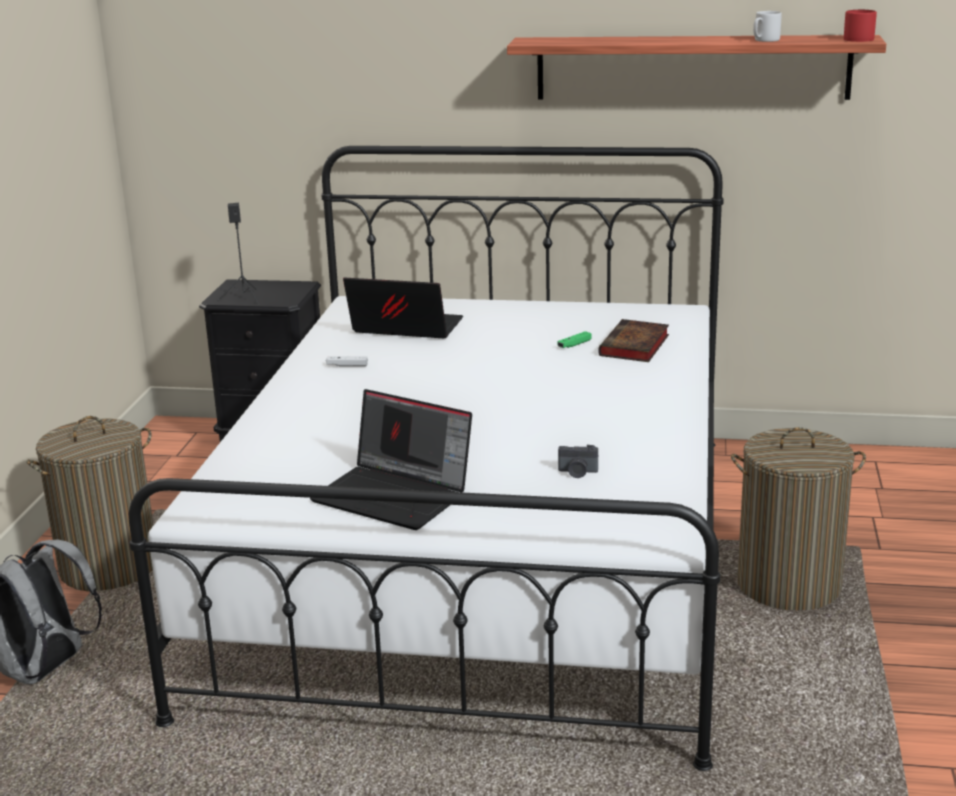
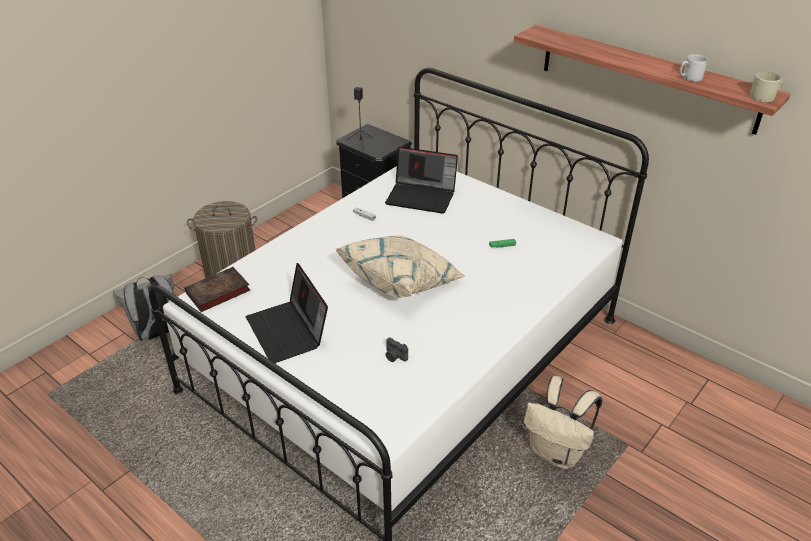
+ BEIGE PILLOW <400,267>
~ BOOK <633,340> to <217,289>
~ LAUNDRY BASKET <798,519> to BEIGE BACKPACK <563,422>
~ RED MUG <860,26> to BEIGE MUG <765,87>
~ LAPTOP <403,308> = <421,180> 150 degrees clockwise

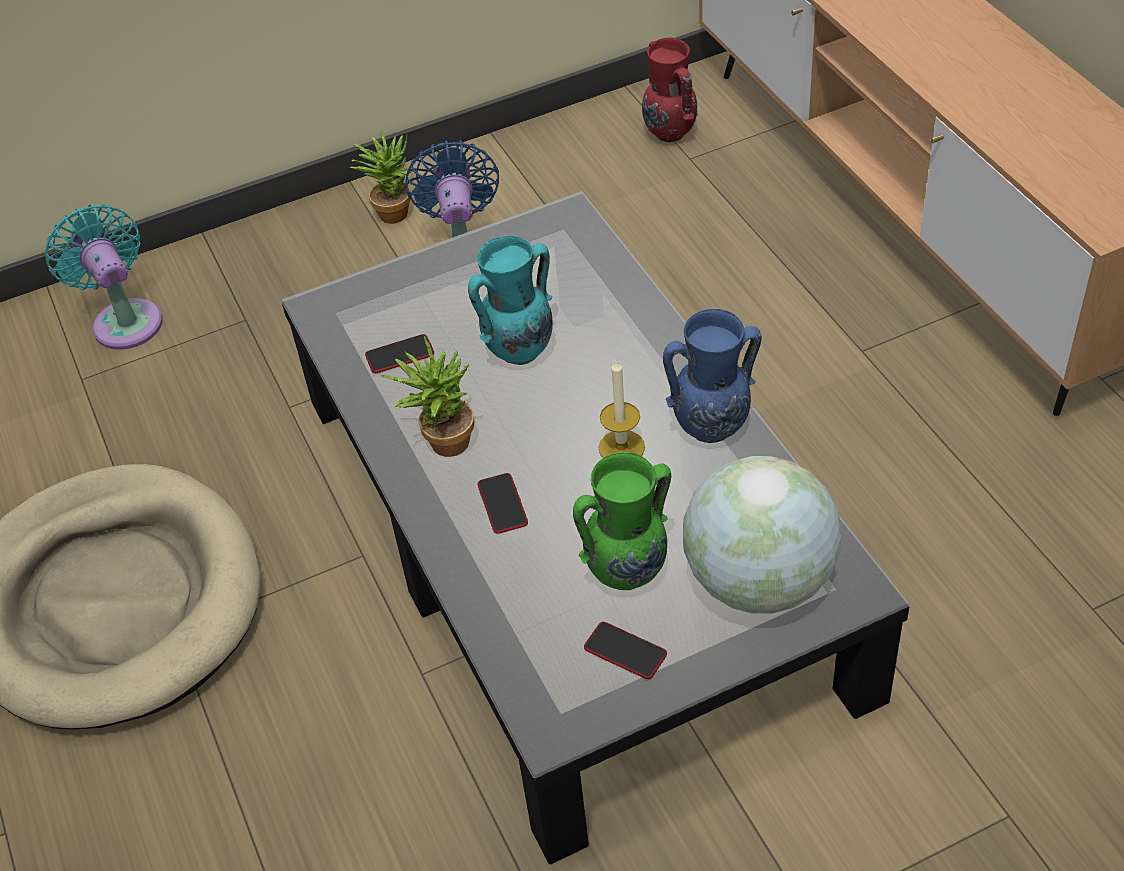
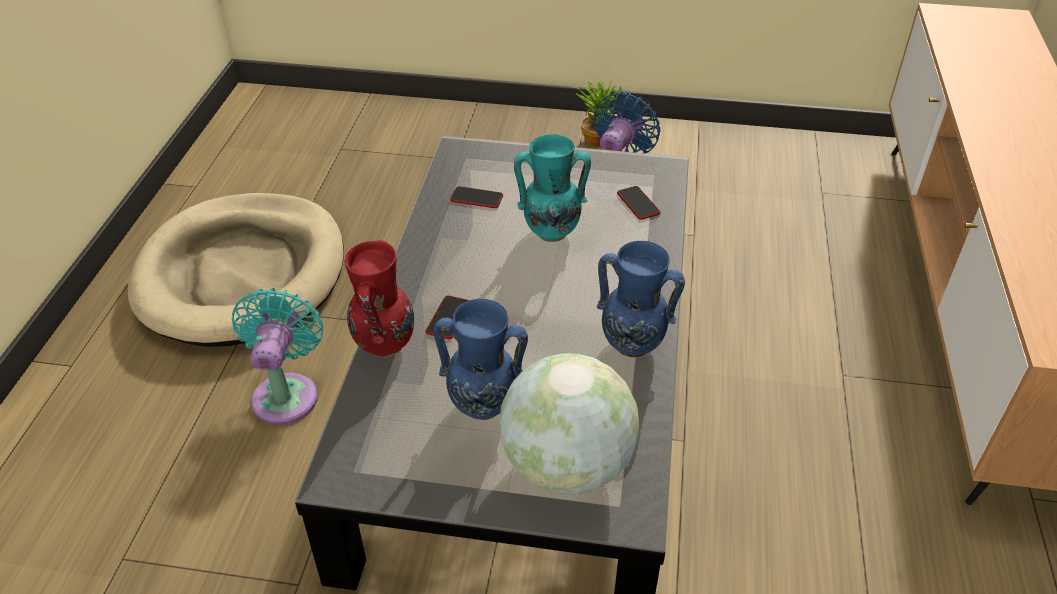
- POTTED PLANT <427,396>
- CANDLE <621,408>
~ TURQUOISE FAN <104,277> to <277,356>
~ PHONE <625,650> to <639,203>
~ RED VASE <670,90> to <379,298>
~ GREEN VASE <622,521> to BLUE VASE <481,359>

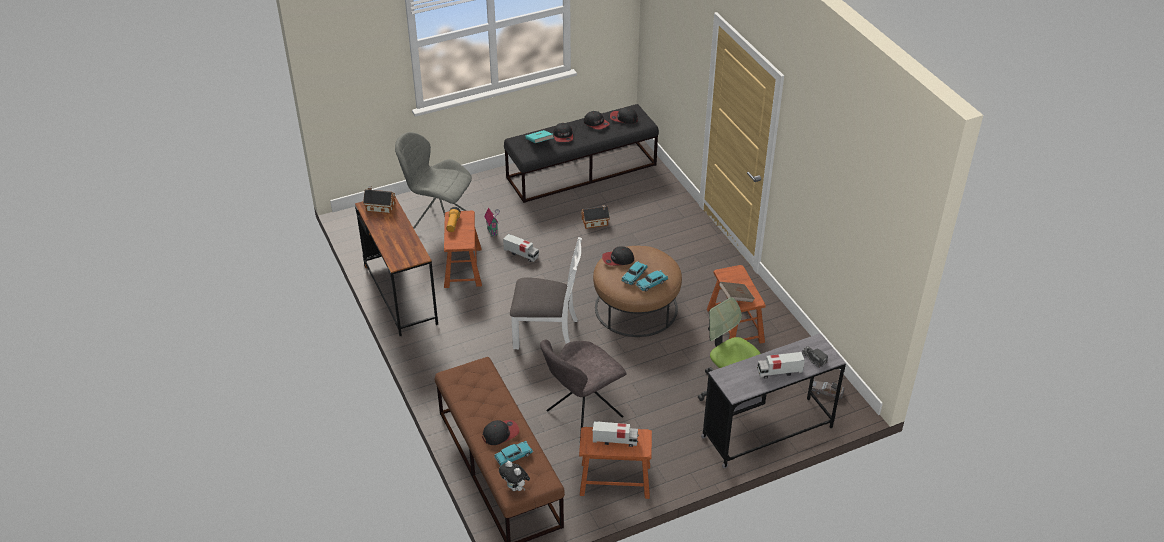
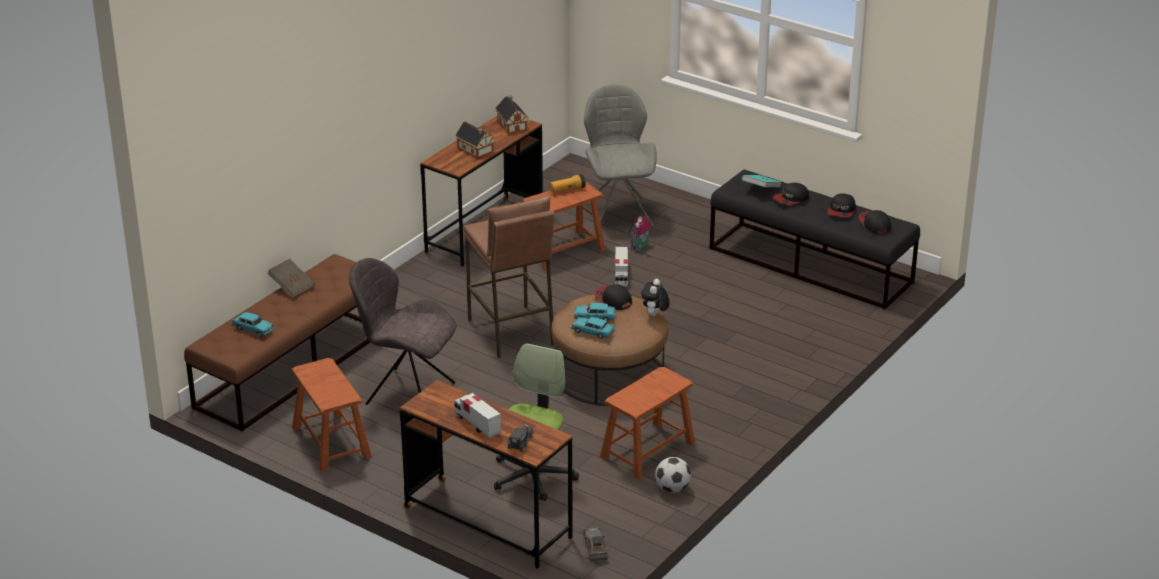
- CAP <500,432>
- TOY TRUCK <615,434>
+ FOOTBALL <673,475>
~ PLUSH TOY <514,476> to <655,297>
~ TOY HOUSE <595,217> to <475,140>
~ BROWN BOOK <737,292> to <291,278>
~ WHITE CHAIR <546,293> to BROWN STOOL <509,277>
~ GREY DESK <773,400> to BROWN DESK <486,474>

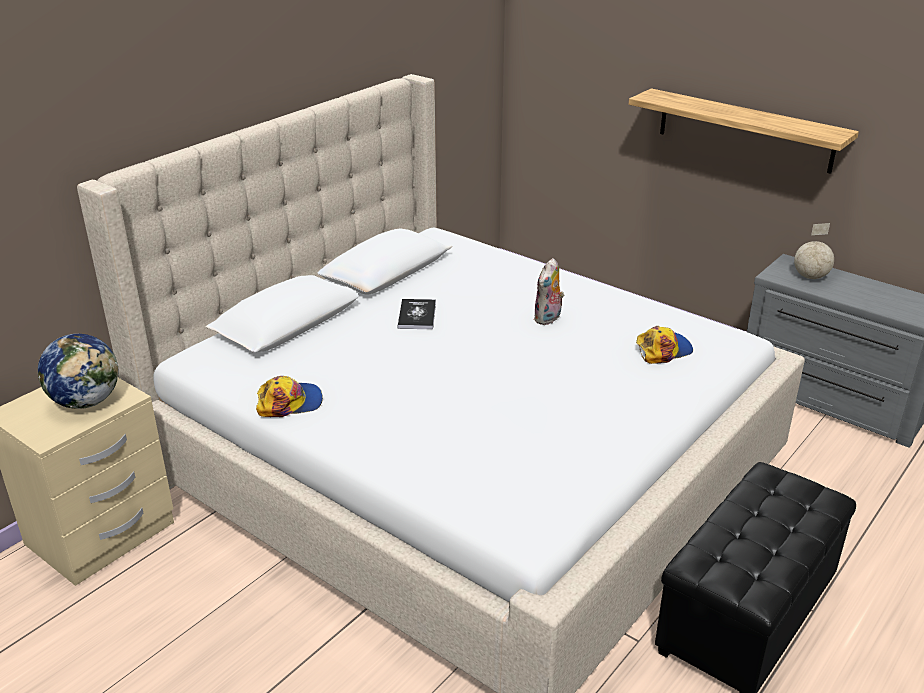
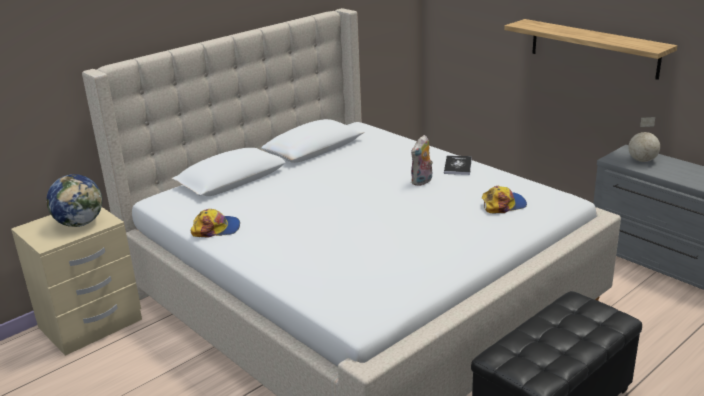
~ BOOK <416,314> to <458,165>

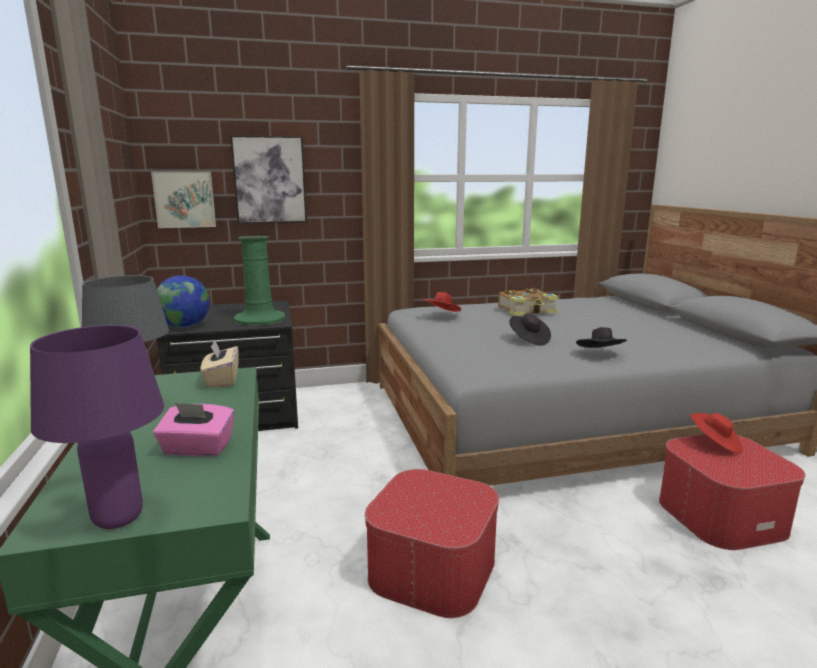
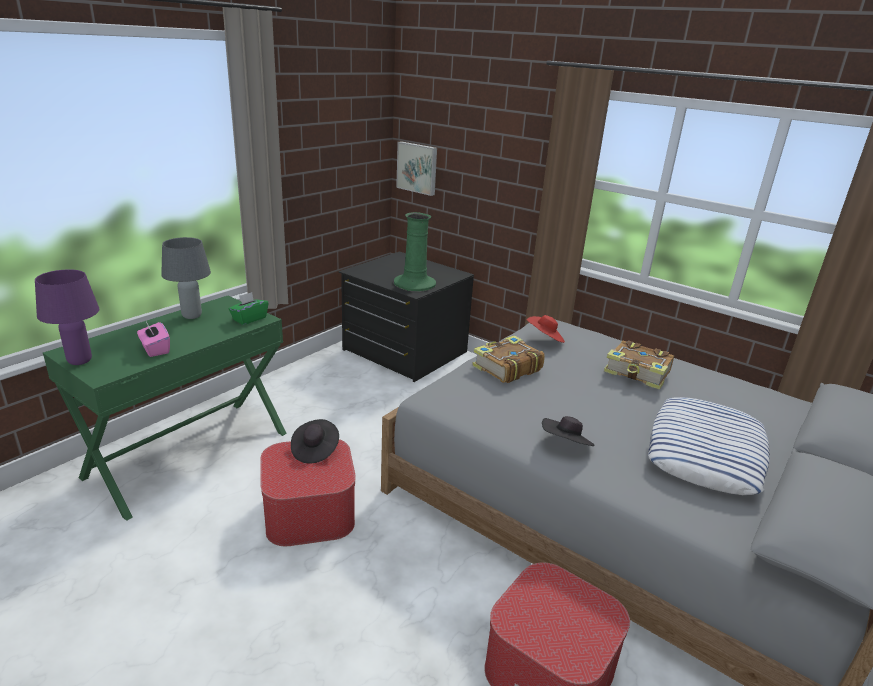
- GLOBE <183,301>
- PICTURE <268,179>
- RED HAT <716,433>
+ BOOK <508,359>
+ PILLOW <709,446>
~ BLACK HAT <530,329> to <315,441>
~ BEIGE TISSUE BOX <220,364> to GREEN TISSUE BOX <248,308>

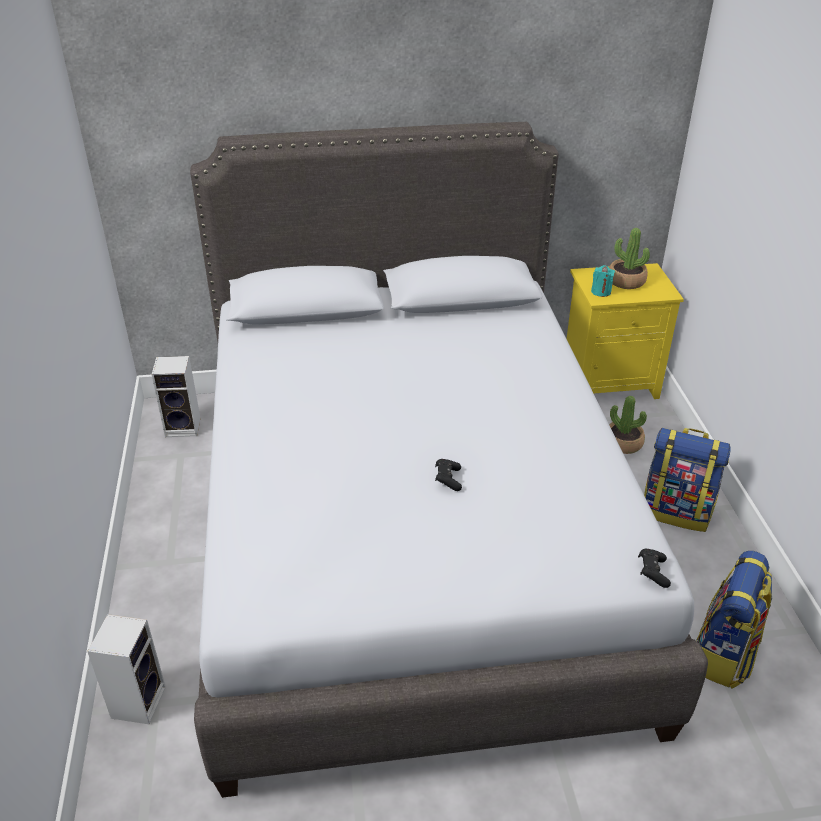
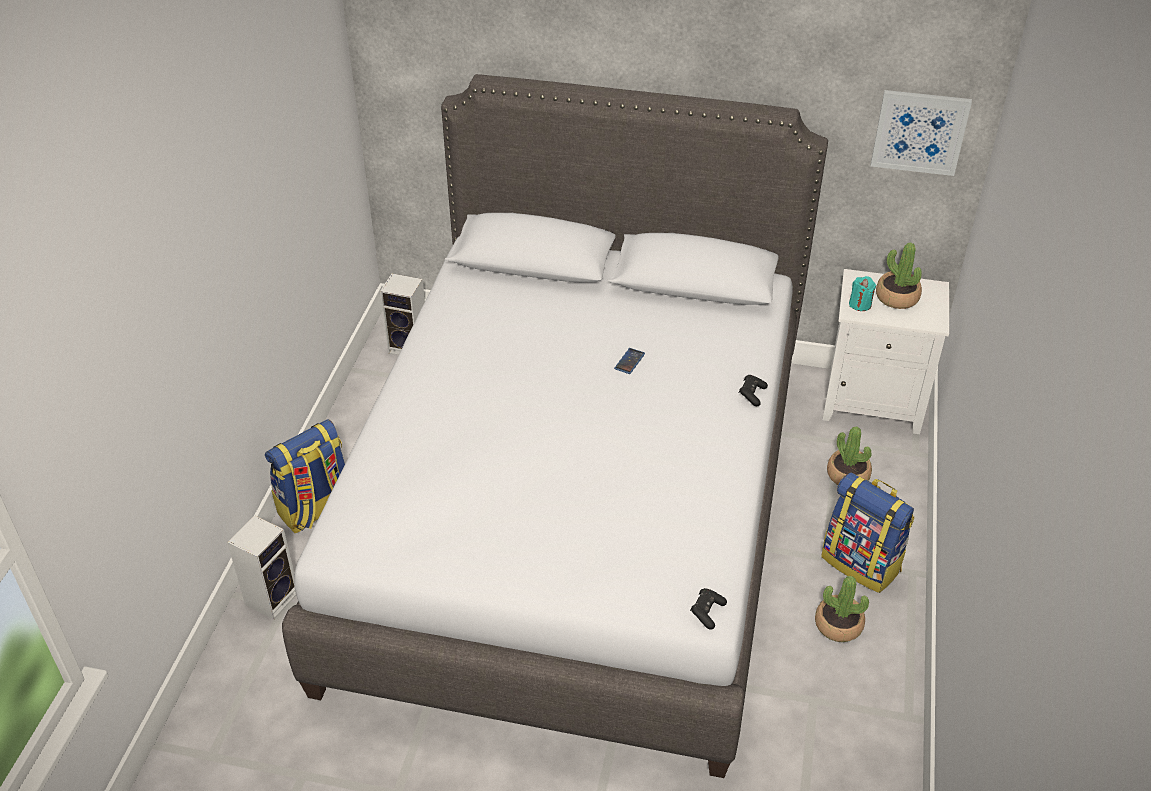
+ PHONE <629,361>
+ POTTED PLANT <842,609>
+ PICTURE <921,133>
~ BLACK GAME CONTROLLER <448,475> to <753,390>
~ BACKPACK <734,620> to <305,476>
~ YELLOW NIGHTSTAND <625,331> to WHITE NIGHTSTAND <885,351>

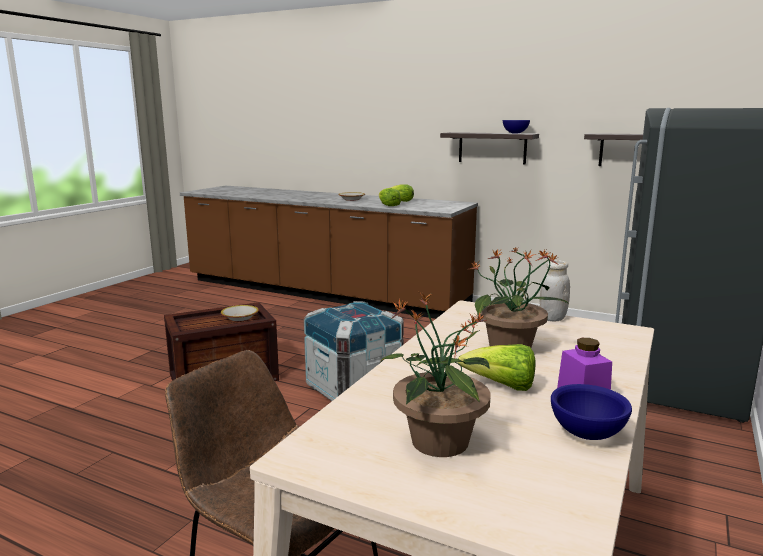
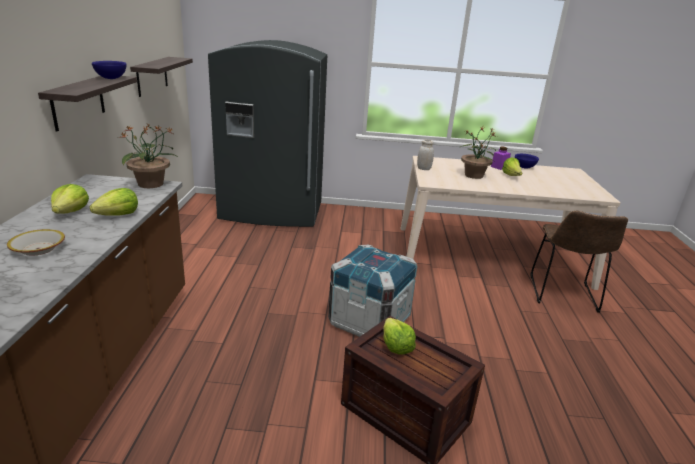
~ POTTED PLANT <435,374> to <149,156>
~ BOWL <240,313> to LETTUCE <399,336>

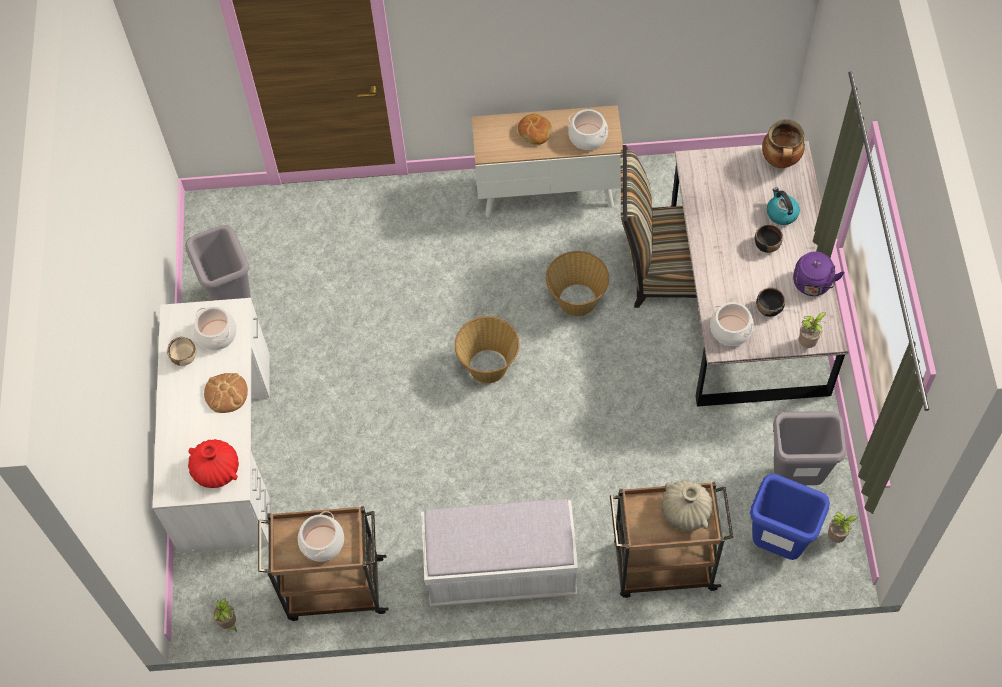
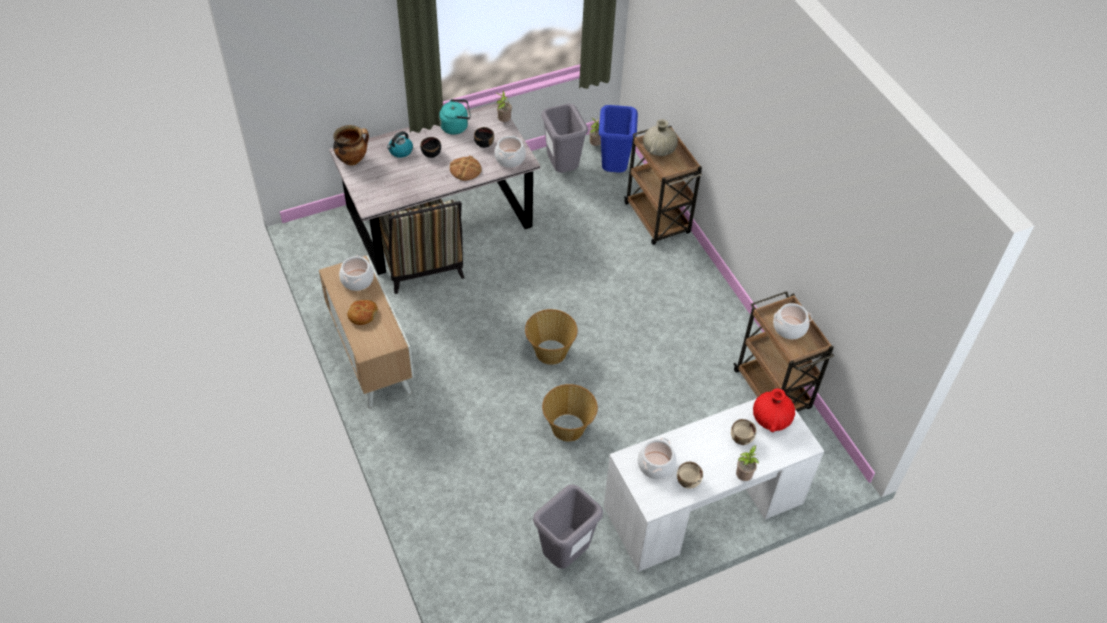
- WHITE BENCH <499,553>
+ BEIGE BOWL <743,432>
~ BREAD <226,393> to <466,168>
~ POTTED PLANT <225,615> to <747,463>
~ BASKET <577,283> to <570,413>
~ PURPLE KETTLE <819,273> to TURQUOISE KETTLE <455,117>

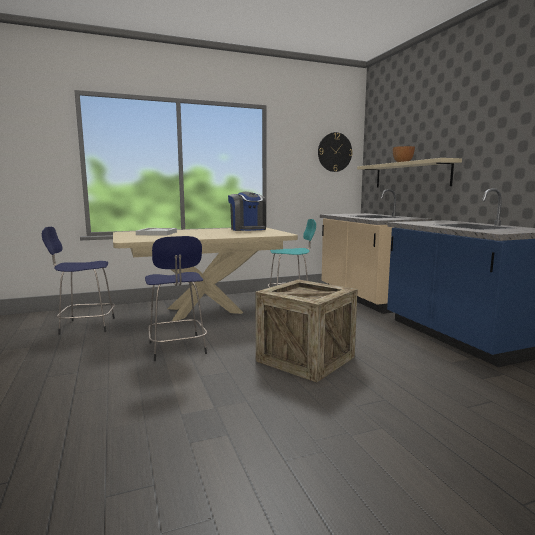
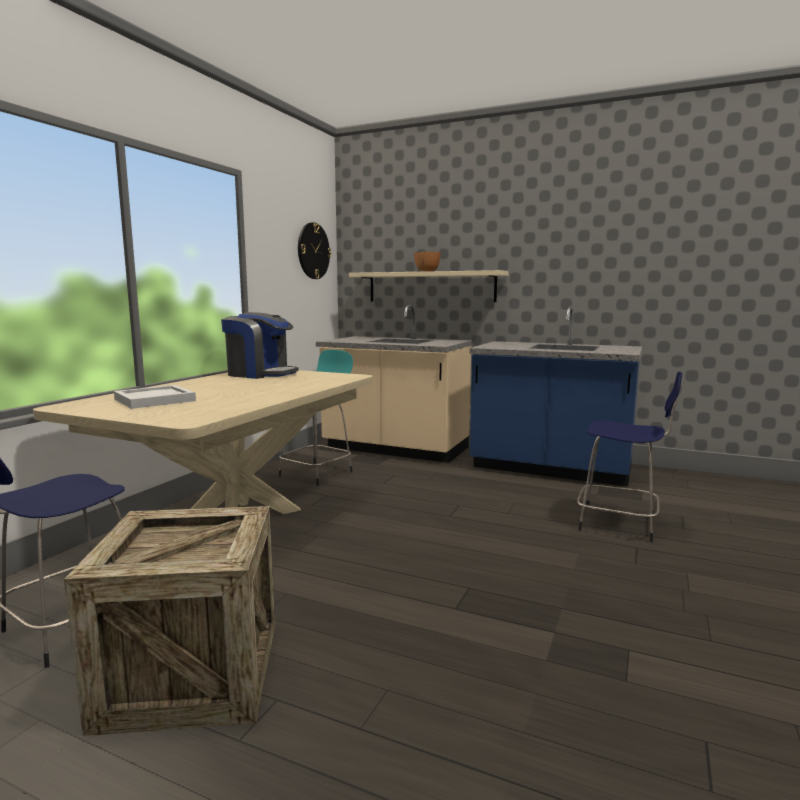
~ BLUE STOOL <176,298> to <629,457>
~ CRATE <306,330> to <169,621>

